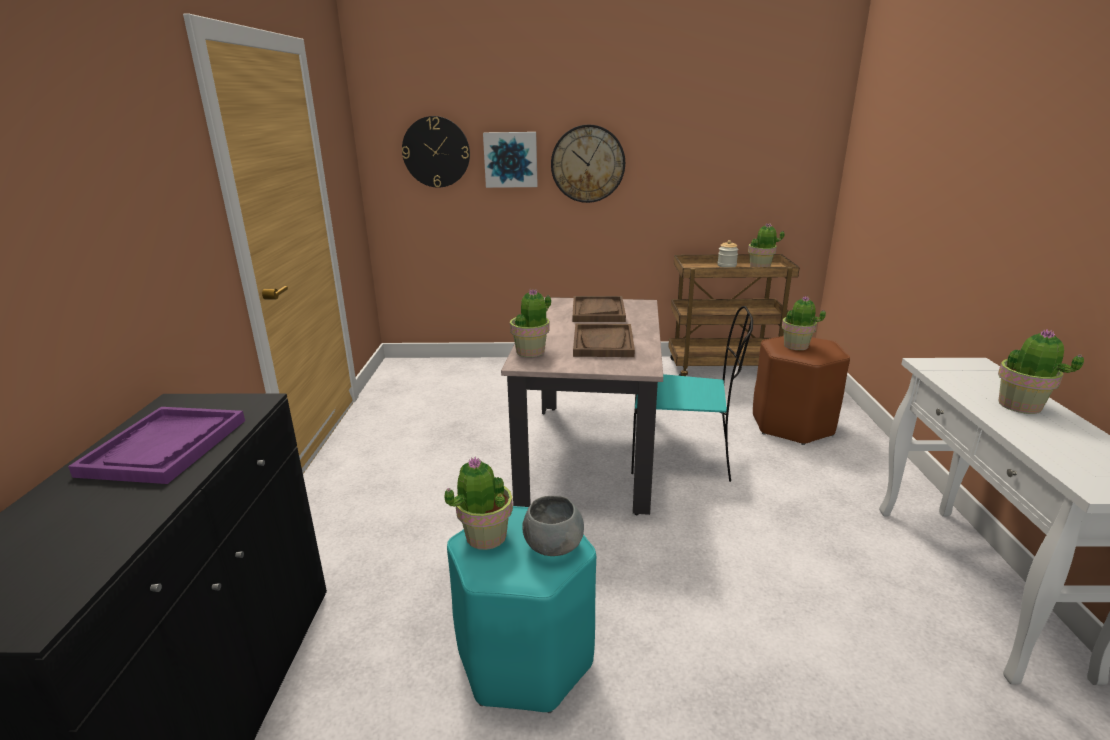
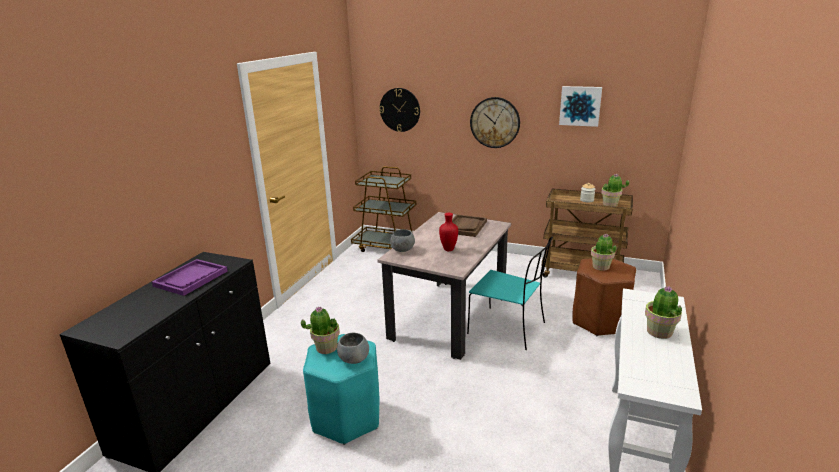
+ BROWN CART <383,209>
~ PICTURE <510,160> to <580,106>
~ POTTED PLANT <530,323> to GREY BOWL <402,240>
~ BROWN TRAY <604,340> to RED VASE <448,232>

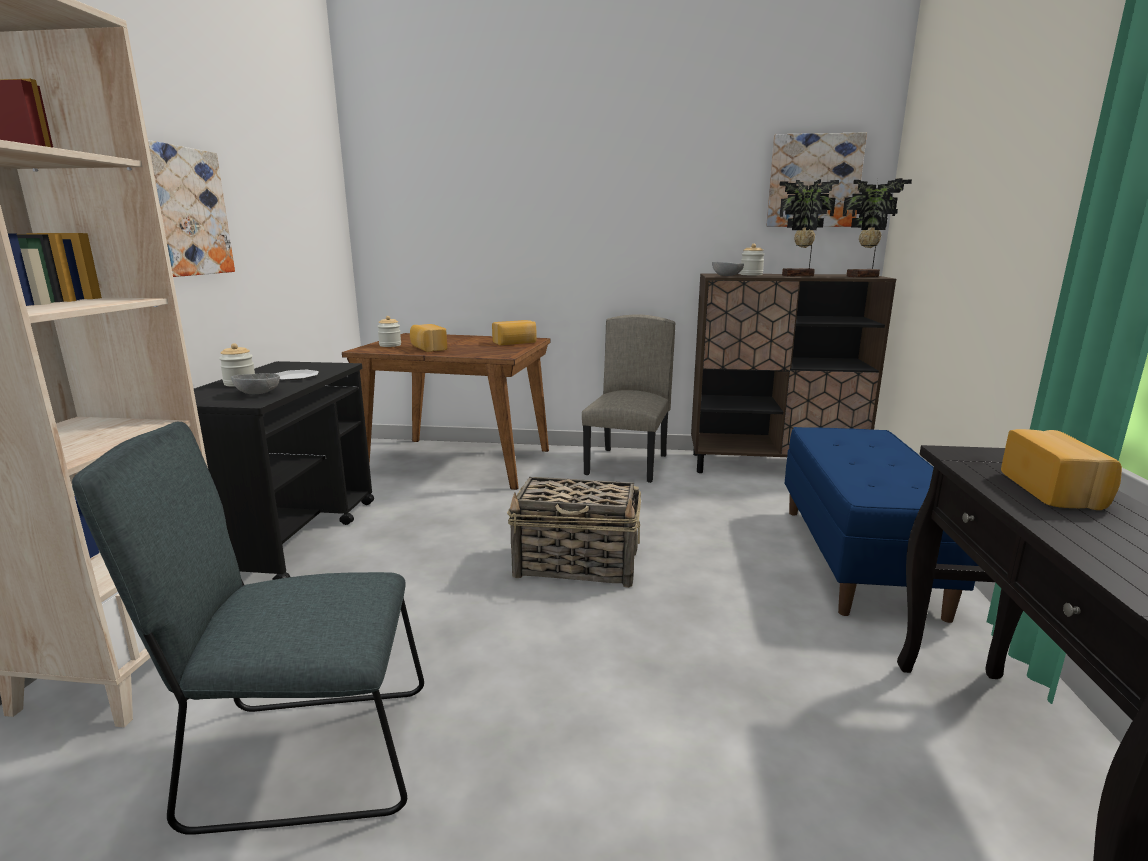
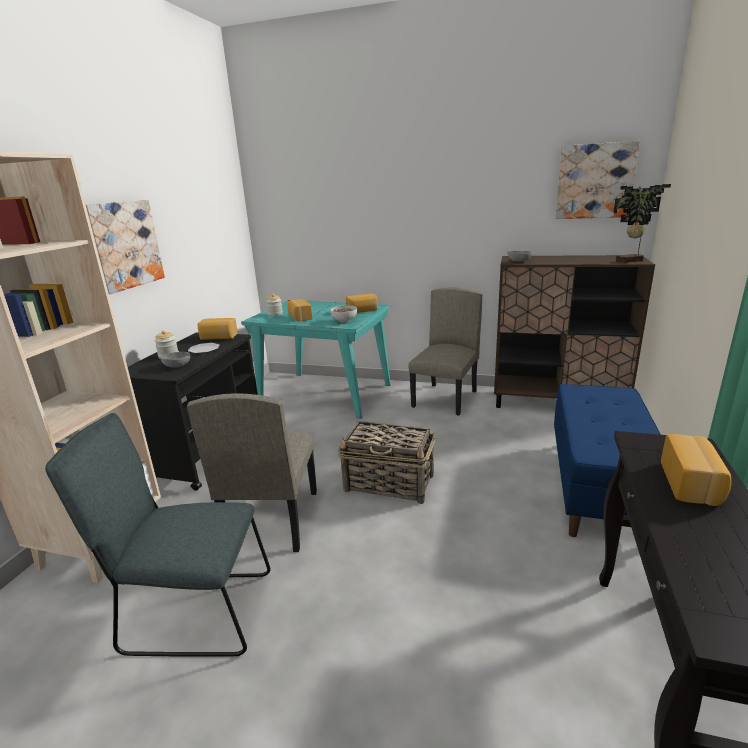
- JAR <752,260>
- POTTED PLANT <809,227>
+ BEIGE CHAIR <252,472>
+ BREAD <217,329>
+ BOWL <343,314>
~ BROWN DINING TABLE <446,411> to TURQUOISE DINING TABLE <316,359>

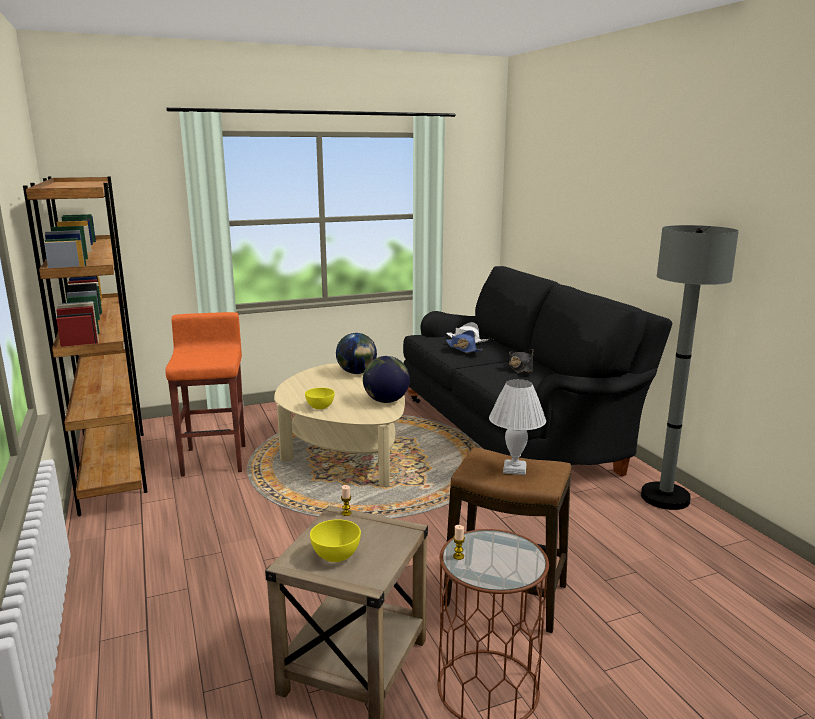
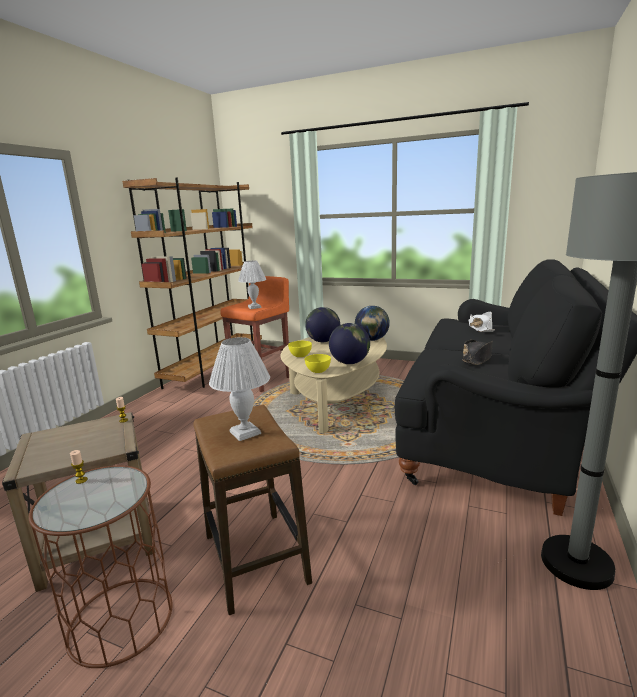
- BLUE HAT <464,341>
+ WHITE TABLE LAMP <252,285>
+ GLOBE <322,324>
~ YELLOW BOWL <335,540> to <318,363>

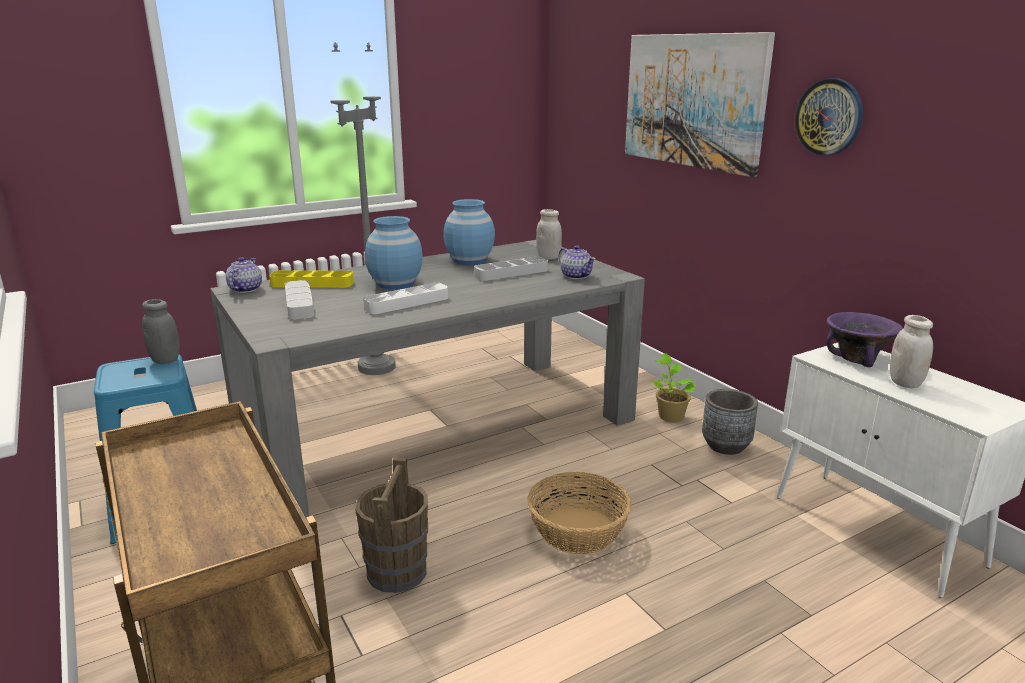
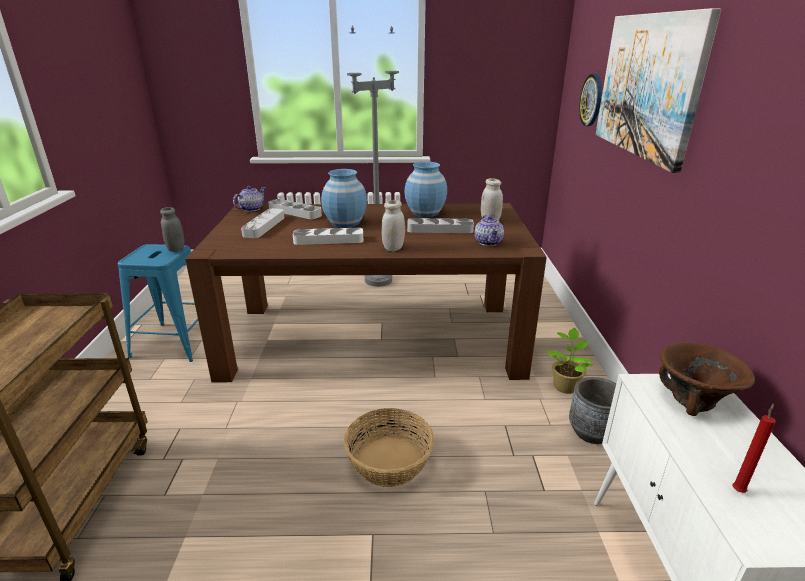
- BROWN BUCKET <391,525>
+ RED CANDLE <754,448>
~ WALL CLOCK <829,117> to <590,100>
~ WHITE JAR <911,351> to <393,226>
~ GREY DINING TABLE <427,378> to BROWN DINING TABLE <366,293>
~ YELLOW TRAY <311,279> to GREY TRAY <295,209>
~ PURPLE BOWL <865,339> to BROWN BOWL <707,379>

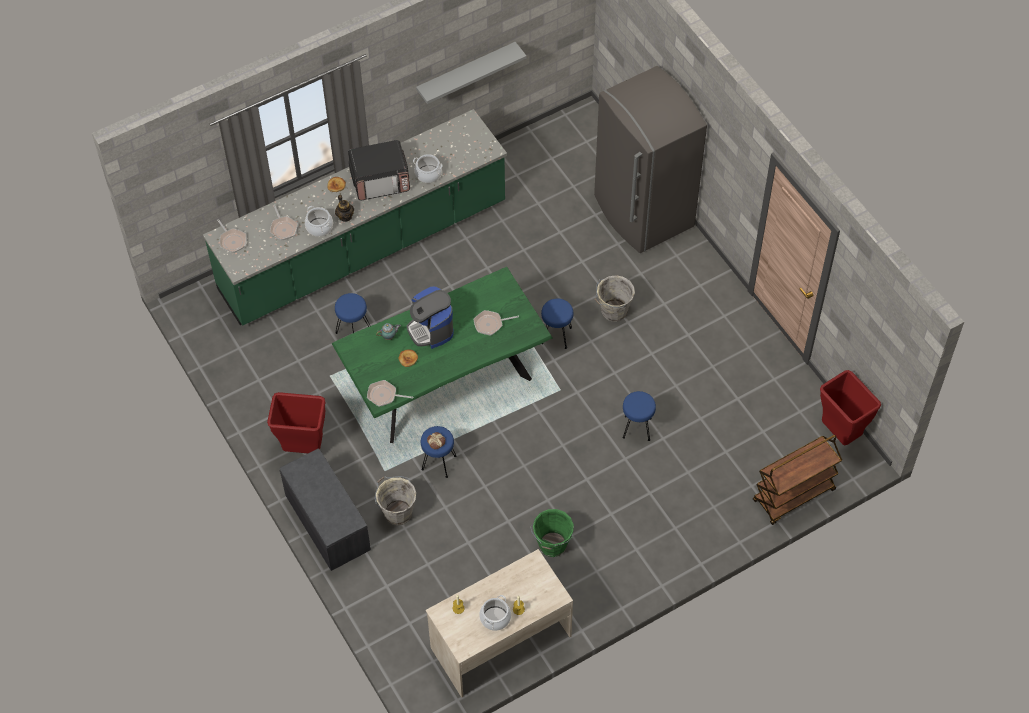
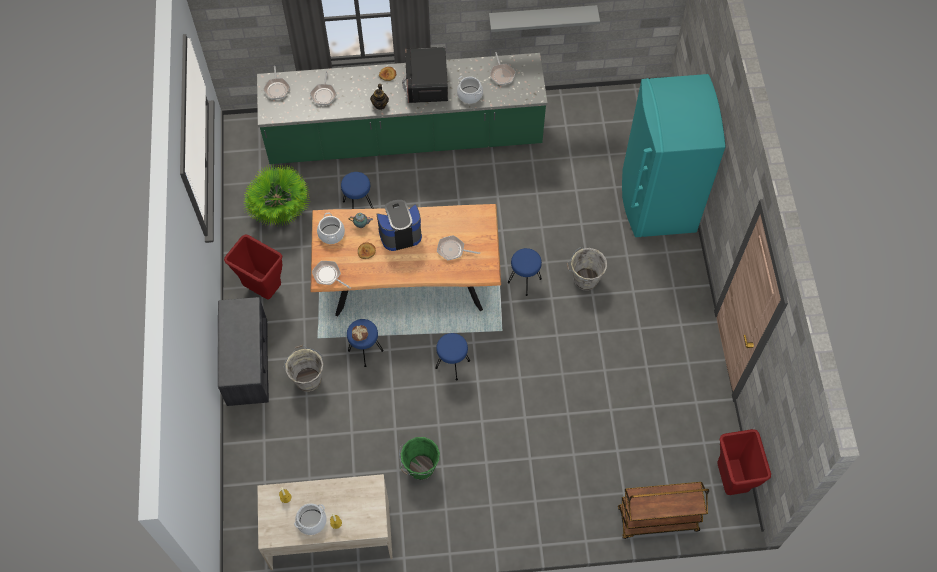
+ POTTED PLANT <276,195>
+ FRYING PAN <503,68>
~ COOKING POT <319,221> to <331,228>
~ BLUE STOOL <639,416> to <452,357>
~ GREEN DINING TABLE <442,355> to BROWN DINING TABLE <406,260>
~ GREY FRIDGE <650,159> to TURQUOISE FRIDGE <674,155>
~ MICROWAVE <379,170> = <425,75> 75 degrees clockwise
~ COFFEE MACHINE <430,317> = <399,225> 75 degrees clockwise

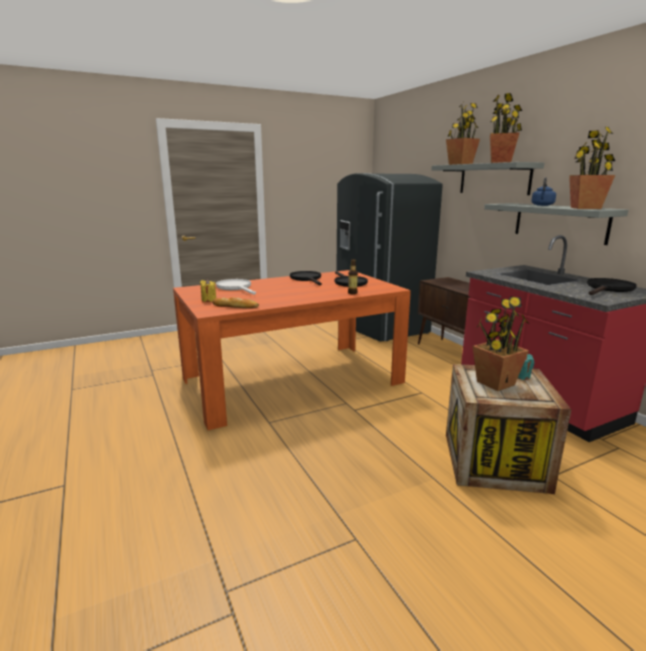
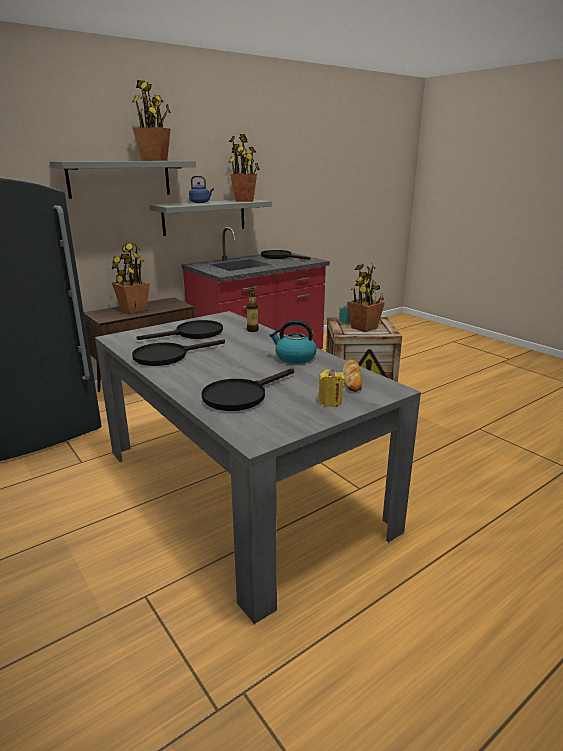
+ KETTLE <293,342>
~ POTTED PLANT <463,134> to <131,278>
~ ORANGE DINING TABLE <292,350> to GREY DINING TABLE <258,467>
~ WHITE FRYING PAN <236,287> to BLACK FRYING PAN <247,389>

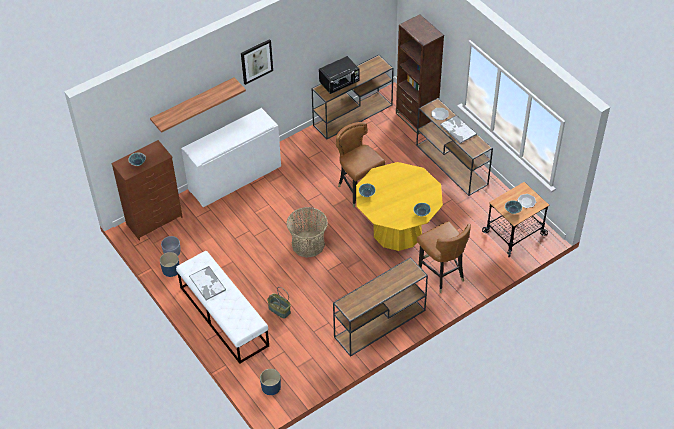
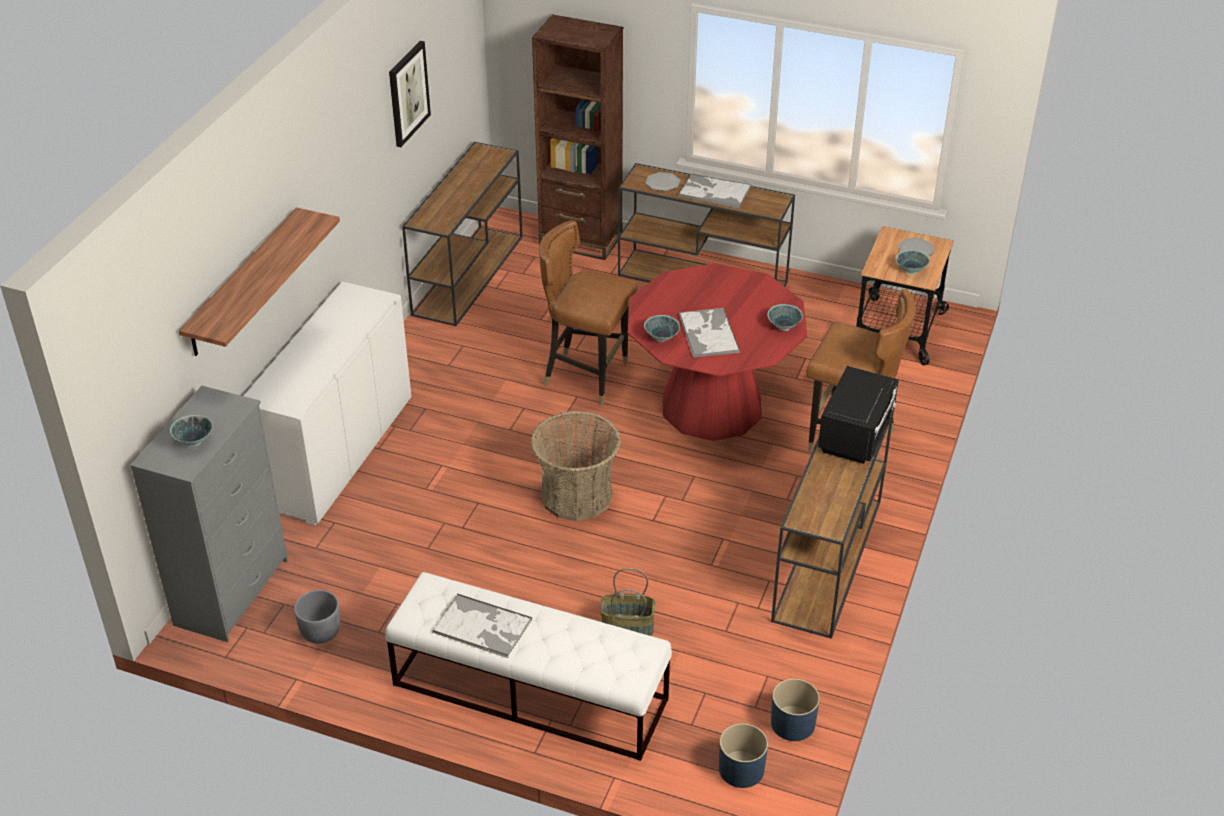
+ TRAY <709,332>
~ BLUE PLANTER <170,264> to <795,710>
~ PICTURE <257,62> to <410,94>
~ BLACK MICROWAVE <339,75> to <858,415>
~ BROWN DRESSER <147,190> to GREY DRESSER <209,514>
~ YELLOW DINING TABLE <399,206> to RED DINING TABLE <717,352>

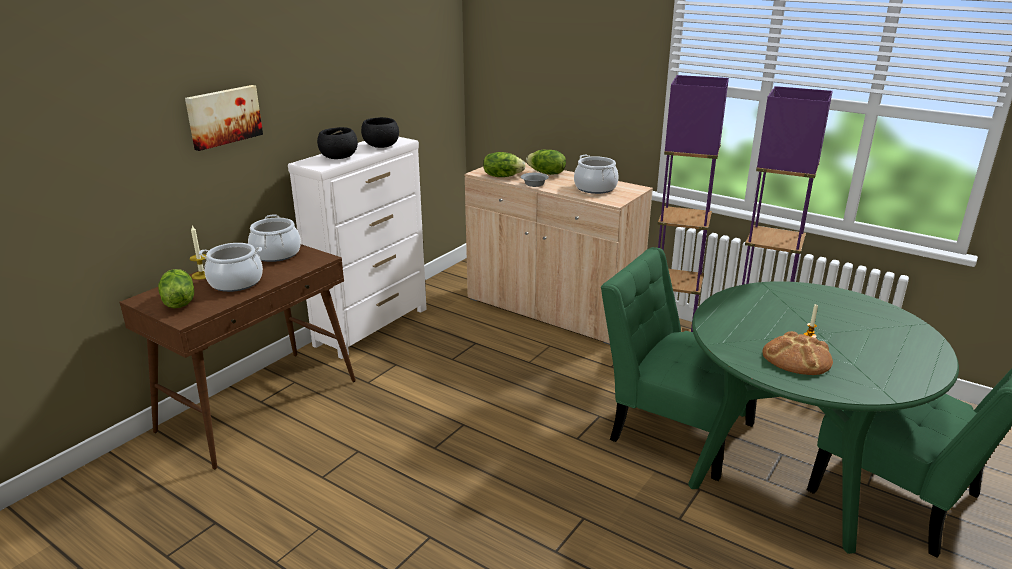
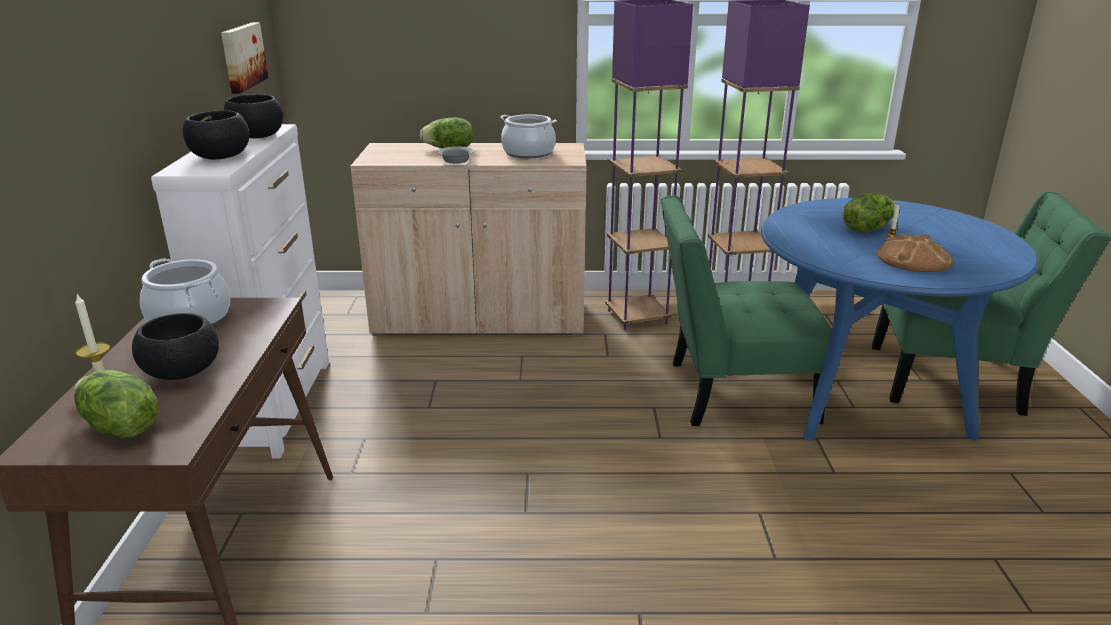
~ PICTURE <224,118> to <244,58>
~ LETTUCE <504,164> to <869,212>
~ COOKING POT <231,267> to BLACK BOWL <175,346>
~ GREEN DINING TABLE <823,417> to BLUE DINING TABLE <899,319>

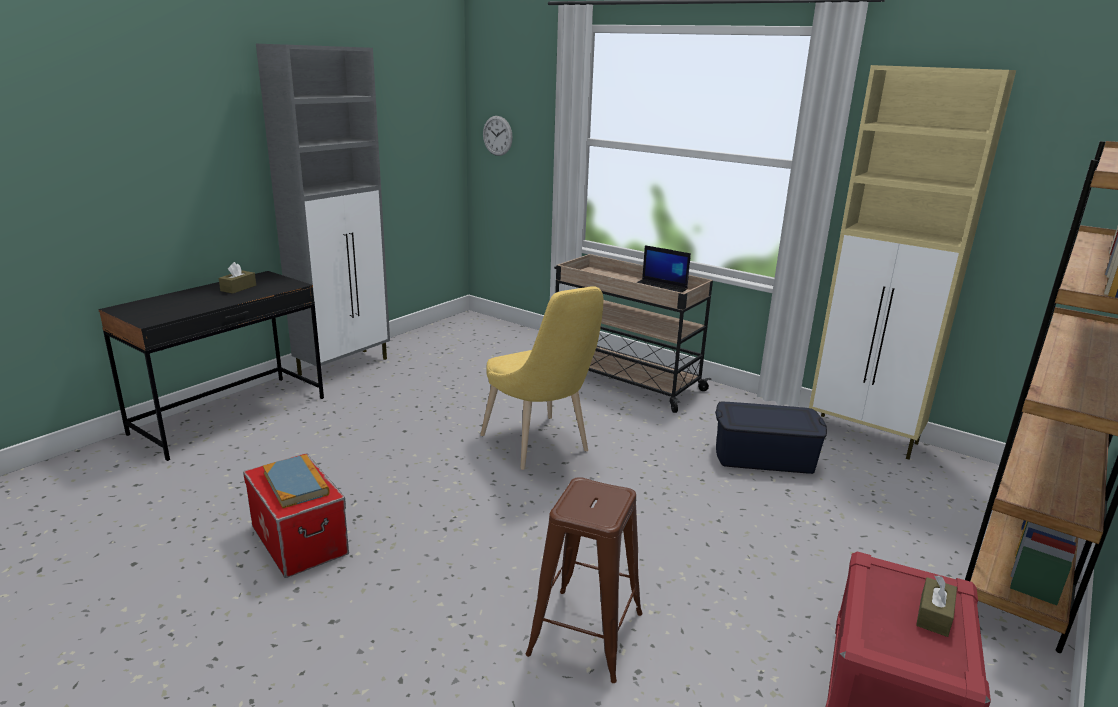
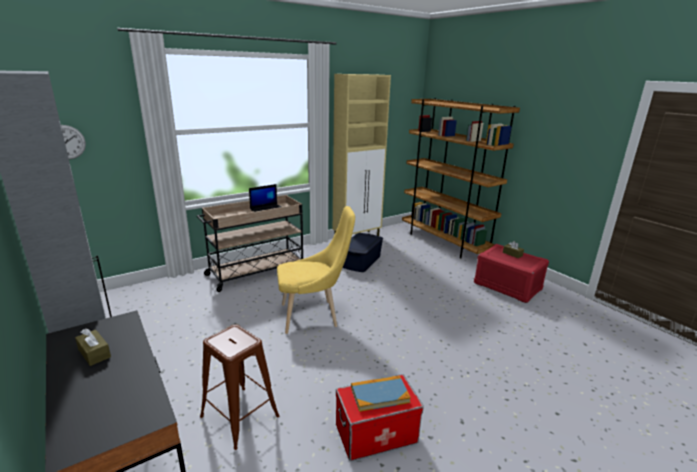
~ BROWN STOOL <584,580> to <240,387>

